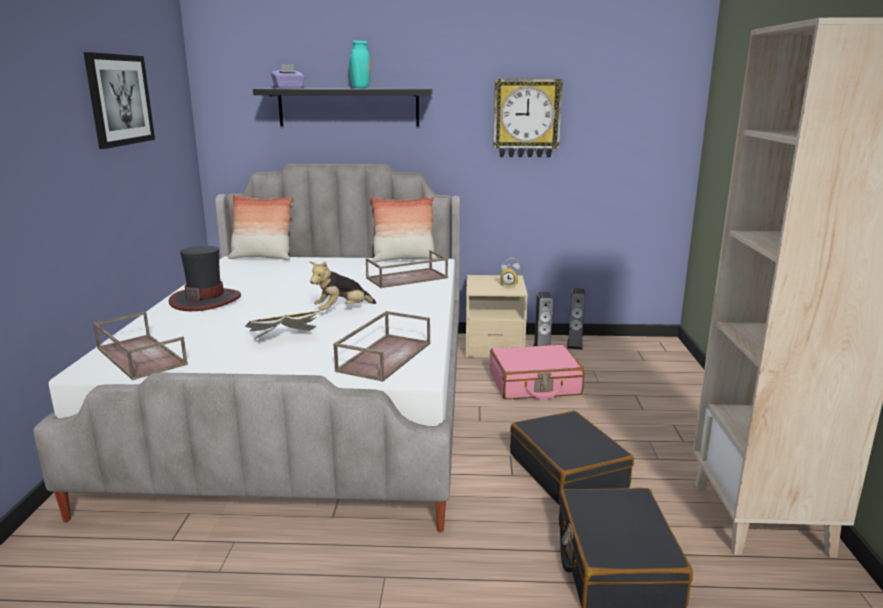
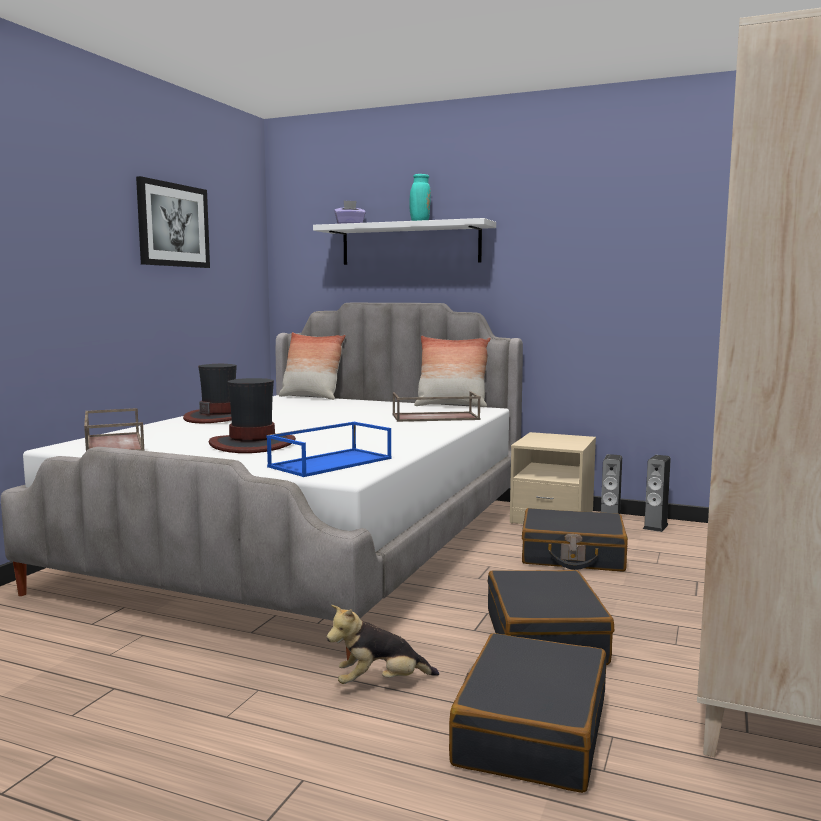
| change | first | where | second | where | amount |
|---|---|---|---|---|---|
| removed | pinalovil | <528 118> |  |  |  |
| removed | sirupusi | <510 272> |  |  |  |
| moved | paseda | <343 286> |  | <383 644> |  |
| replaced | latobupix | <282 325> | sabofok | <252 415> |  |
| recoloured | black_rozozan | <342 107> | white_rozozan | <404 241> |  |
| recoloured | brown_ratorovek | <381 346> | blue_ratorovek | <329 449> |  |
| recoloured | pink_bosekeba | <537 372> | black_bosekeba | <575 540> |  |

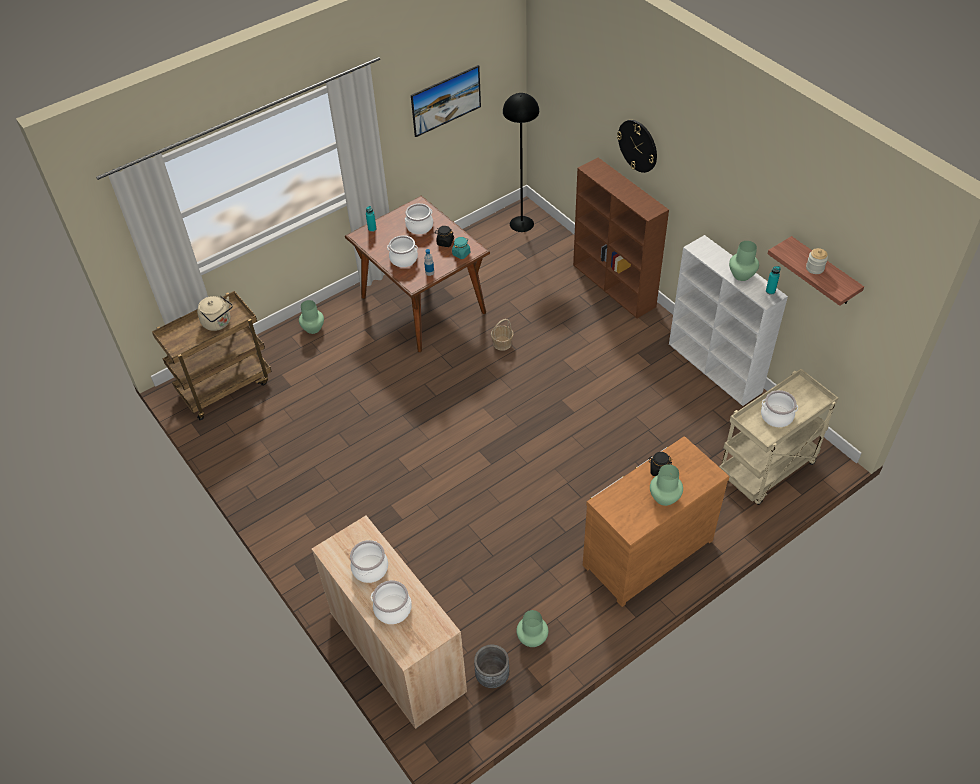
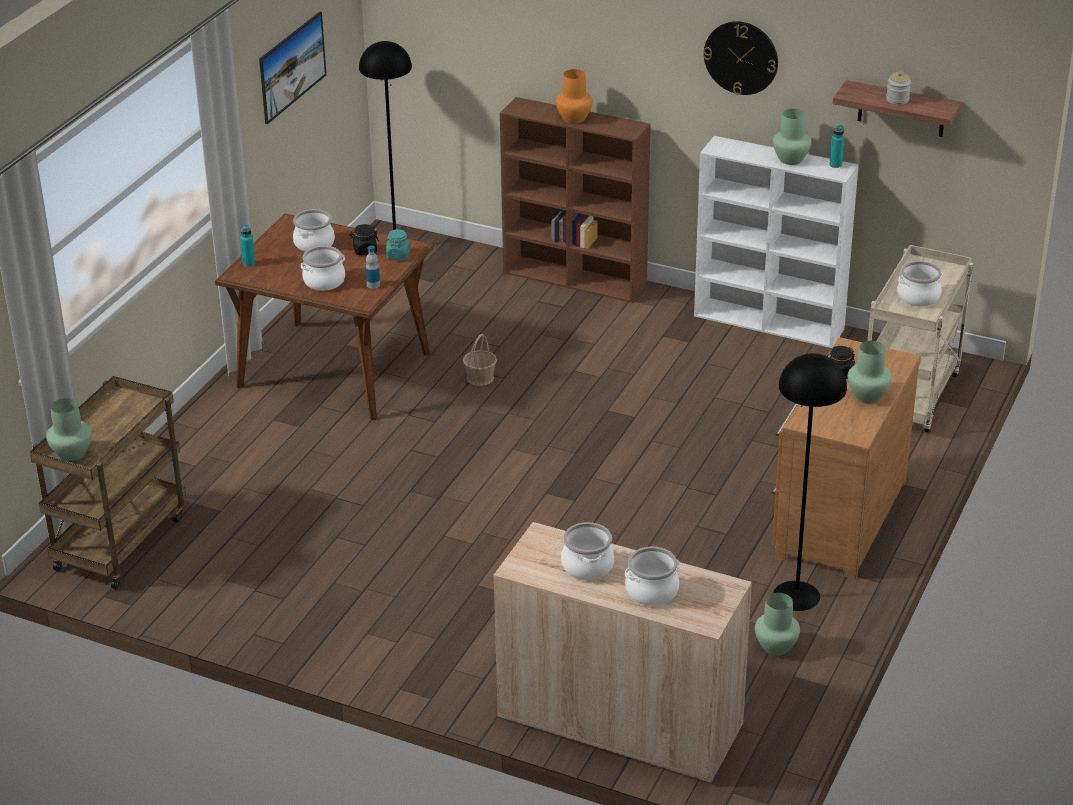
| change | first | where | second | where | amount |
|---|---|---|---|---|---|
| removed | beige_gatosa | <215 313> |  |  |  |
| removed | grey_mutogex | <491 666> |  |  |  |
| added |  |  | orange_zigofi | <574 96> |  |
| added |  |  | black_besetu | <810 482> |  |
| moved | green_zigofi | <311 317> |  | <69 430> |  |
| moved | pinalovil | <637 146> |  | <740 58> |  |

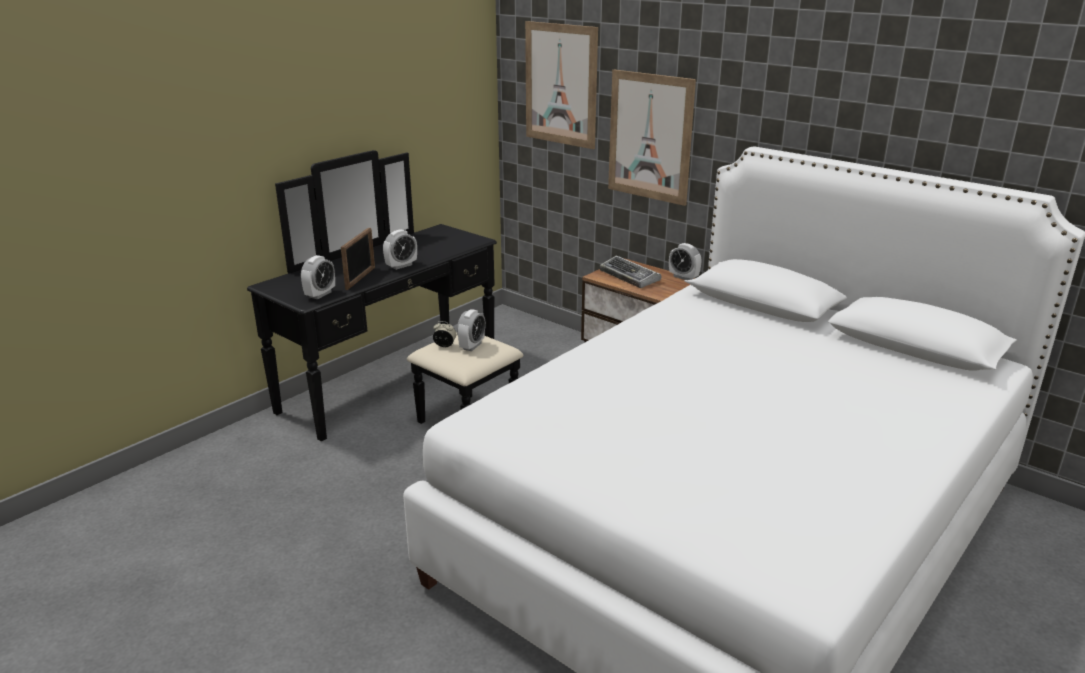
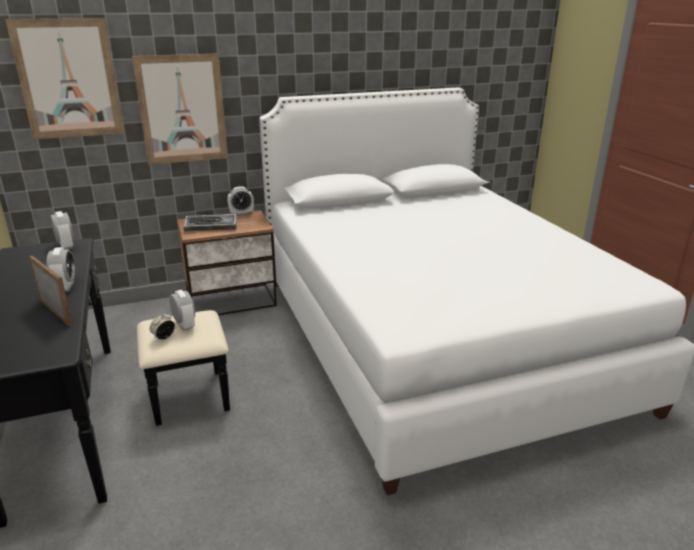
| change | first | where | second | where | amount |
|---|---|---|---|---|---|
| moved | sirupusi | <318 277> |  | <62 230> |  |

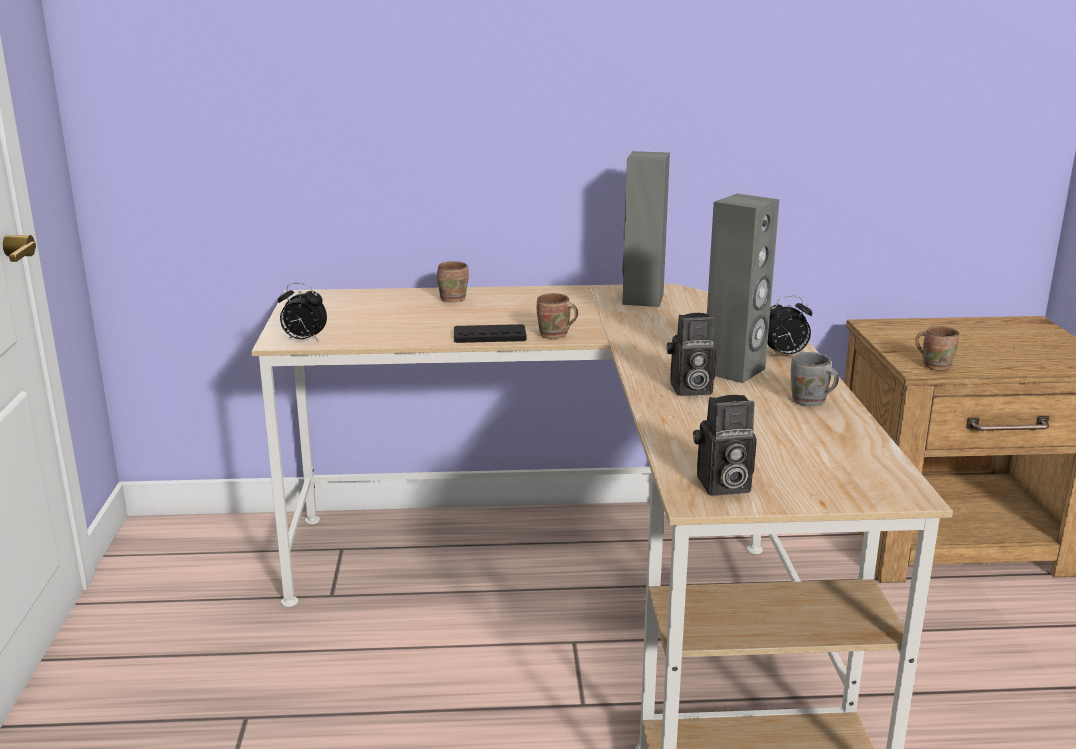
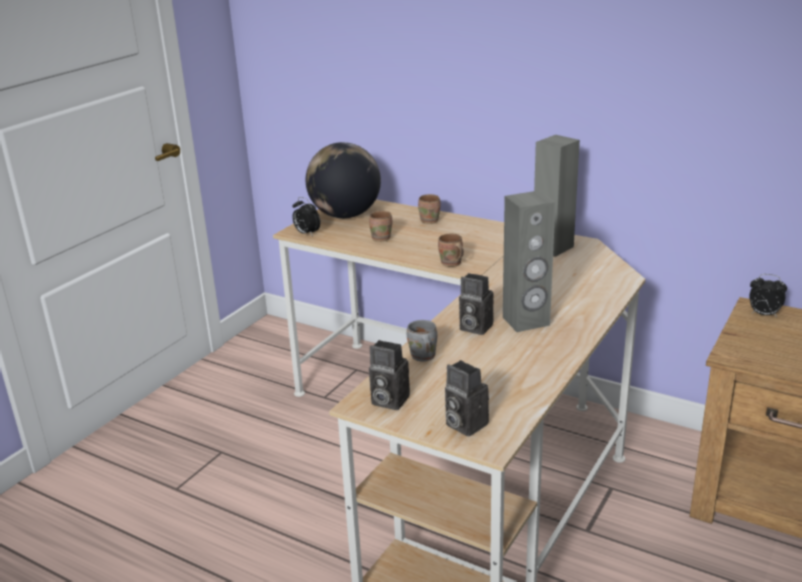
| change | first | where | second | where | amount |
|---|---|---|---|---|---|
| removed | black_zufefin | <490 333> |  |  |  |
| added |  |  | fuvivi | <343 180> |  |
| added |  |  | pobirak | <467 398> |  |
| moved | sirupusi | <789 326> |  | <768 295> |  |
| moved | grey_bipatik | <815 379> |  | <422 340> |  |
| moved | brown_bipatik | <937 348> |  | <380 226> |  |

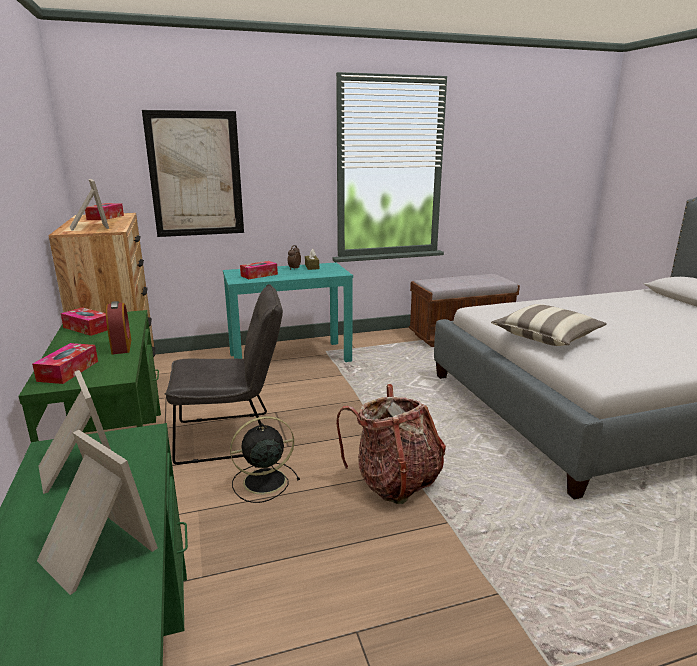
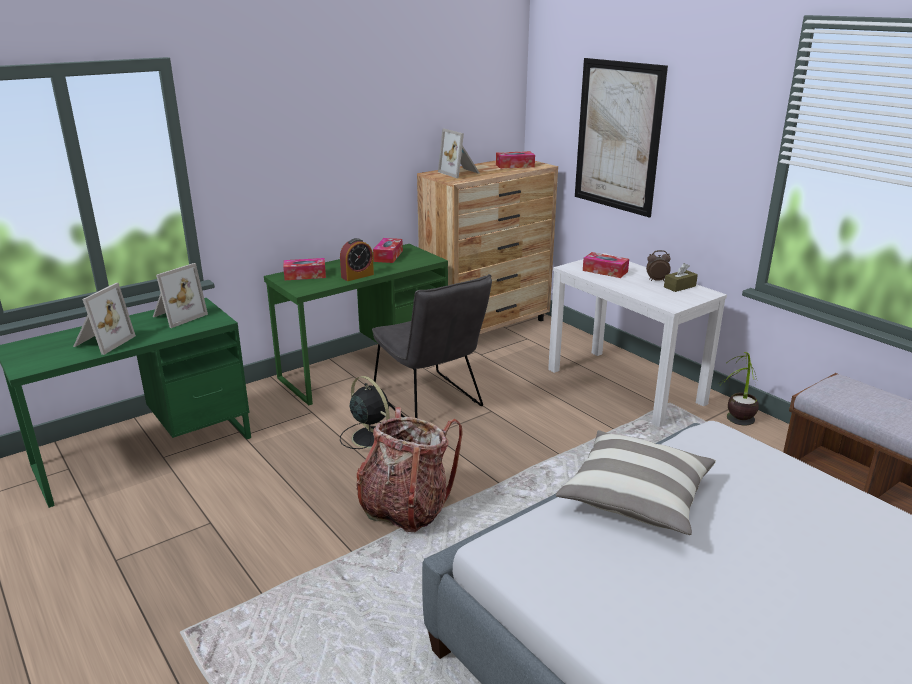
| change | first | where | second | where | amount |
|---|---|---|---|---|---|
| added |  |  | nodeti | <740 389> |  |
| recoloured | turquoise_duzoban | <288 312> | white_duzoban | <637 340> |  |
| turned | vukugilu | <89 205> |  | <459 153> | 105 degrees clockwise |

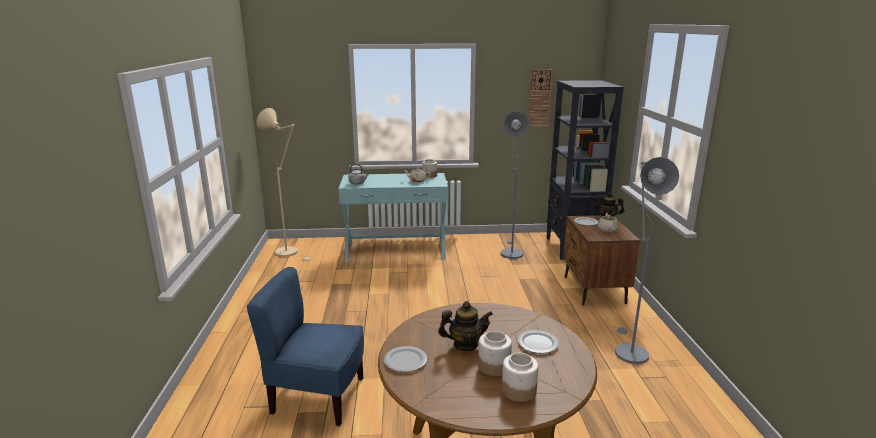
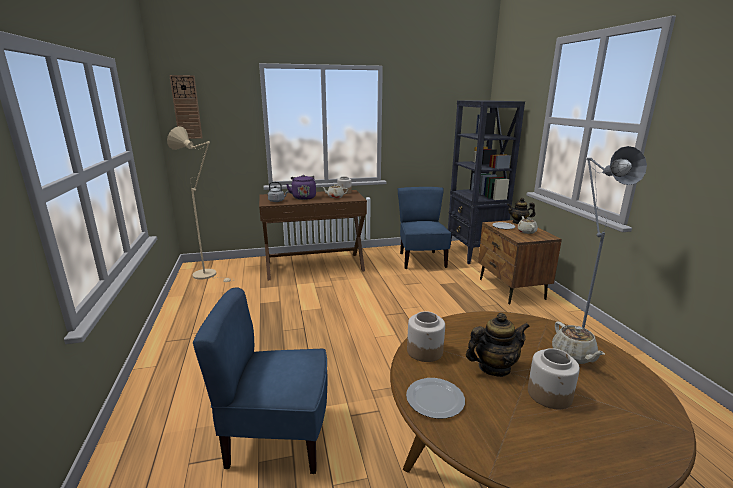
| change | first | where | second | where | amount |
|---|---|---|---|---|---|
| added |  |  | purple_gatosa | <301 187> |  |
| moved | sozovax | <520 377> |  | <426 336> |  |
| moved | pinalovil | <540 98> |  | <186 107> |  |
| replaced | grey_besetu | <515 185> | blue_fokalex | <424 228> |  |
| replaced | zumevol | <538 342> | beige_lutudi | <578 343> |  |
| recoloured | turquoise_duzoban | <393 217> | brown_duzoban | <313 235> |  |

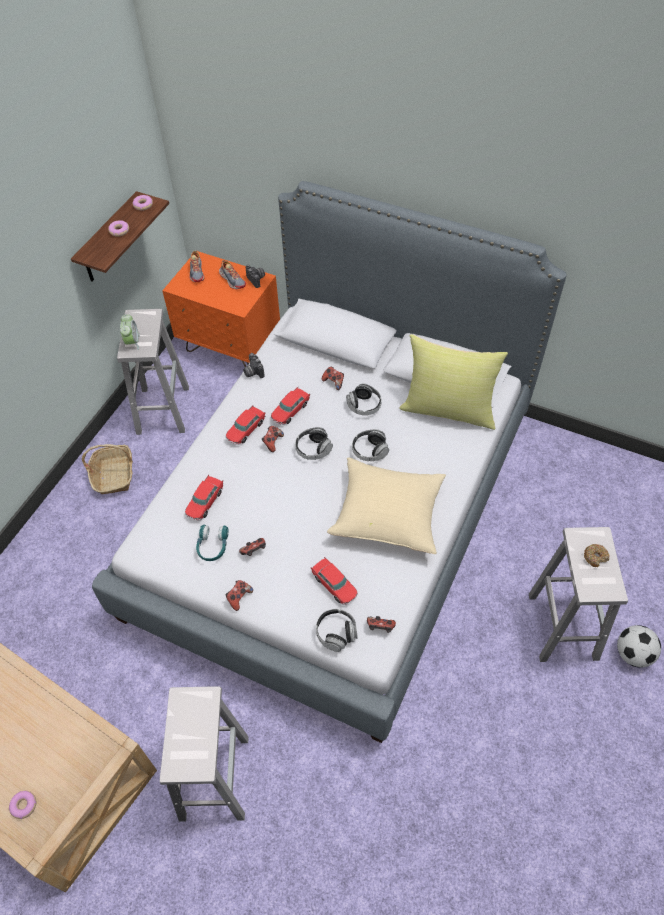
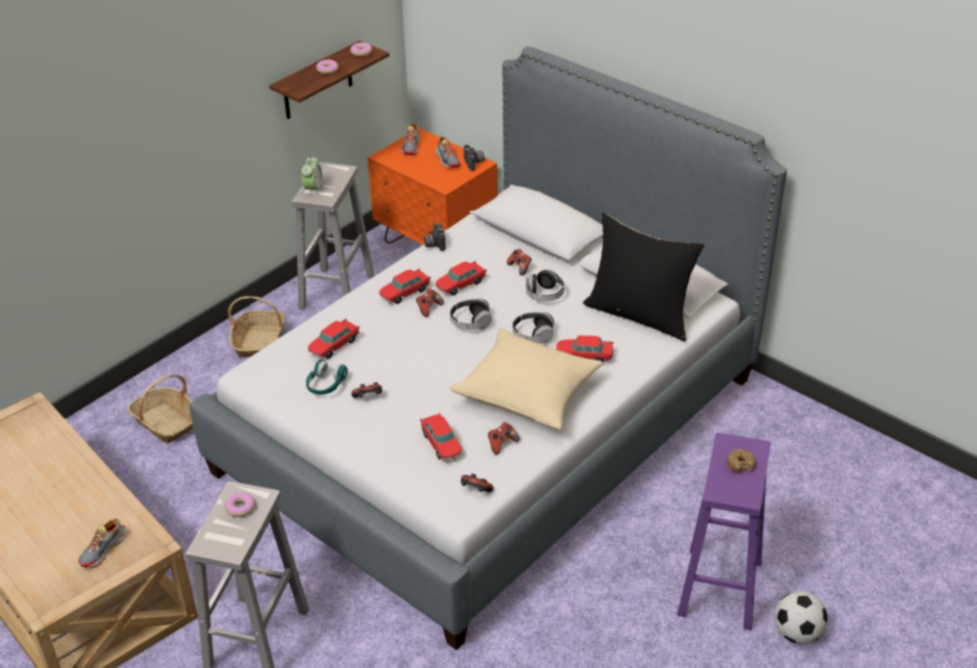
| change | first | where | second | where | amount |
|---|---|---|---|---|---|
| removed | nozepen | <336 630> |  |  |  |
| added |  |  | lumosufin | <102 543> |  |
| added |  |  | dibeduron | <160 408> |  |
| added |  |  | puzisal | <585 349> |  |
| moved | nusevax | <22 805> |  | <240 505> |  |
| moved | zufefin | <239 595> |  | <503 438> |  |
| recoloured | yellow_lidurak | <453 382> | black_lidurak | <643 276> |  |
| recoloured | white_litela | <578 594> | purple_litela | <724 531> |  |

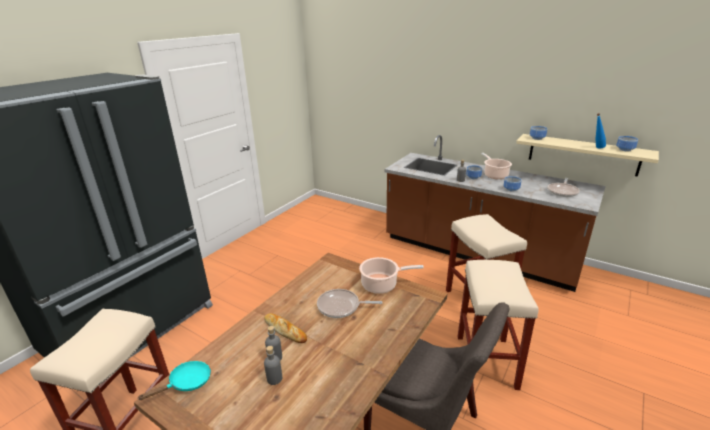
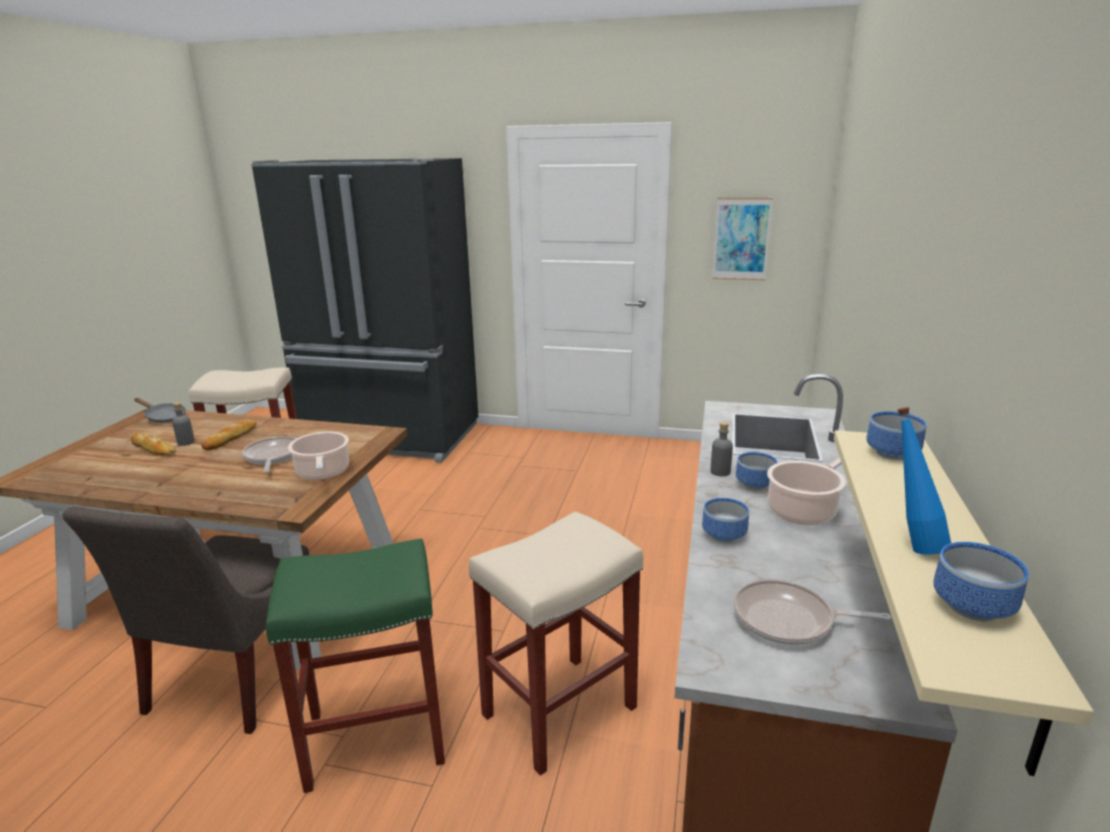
| change | first | where | second | where | amount |
|---|---|---|---|---|---|
| added |  |  | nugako | <742 239> |  |
| replaced | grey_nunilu | <273 365> | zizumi | <153 444> |  |
| recoloured | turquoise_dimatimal | <174 380> | grey_dimatimal | <160 410> |  |
| recoloured | beige_litela | <497 325> | green_litela | <355 666> |  |

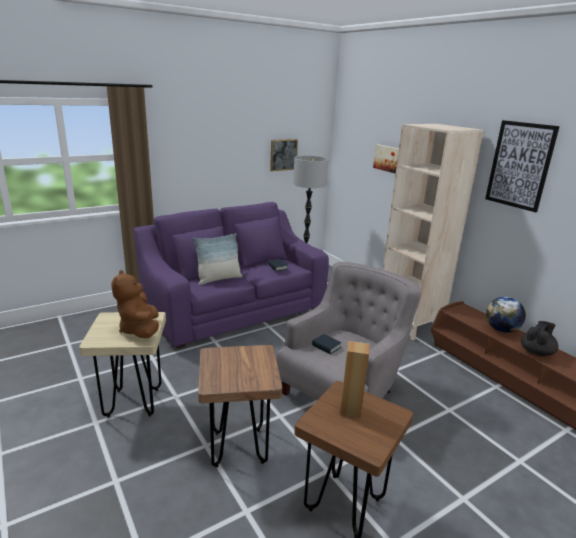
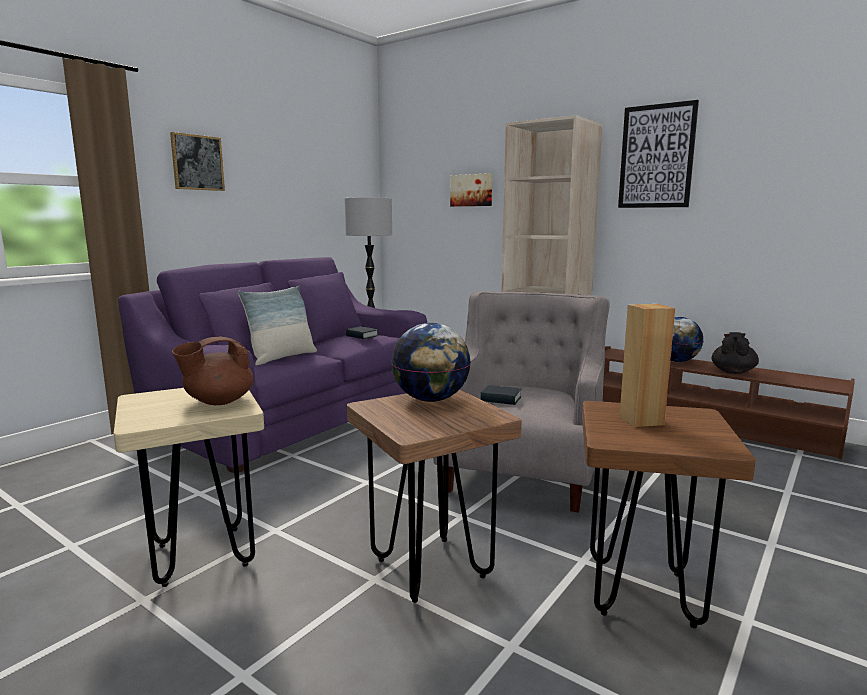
| change | first | where | second | where | amount |
|---|---|---|---|---|---|
| added |  |  | fuvivi | <431 362> |  |
| moved | nugako | <284 155> |  | <197 161> |  |
| replaced | brown_paseda | <135 304> | brown_lutudi | <213 370> |  |

